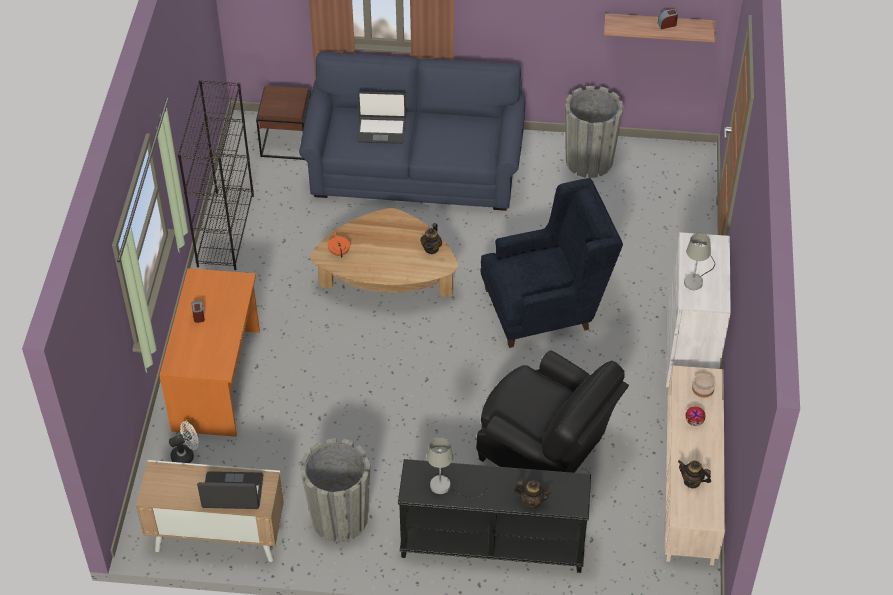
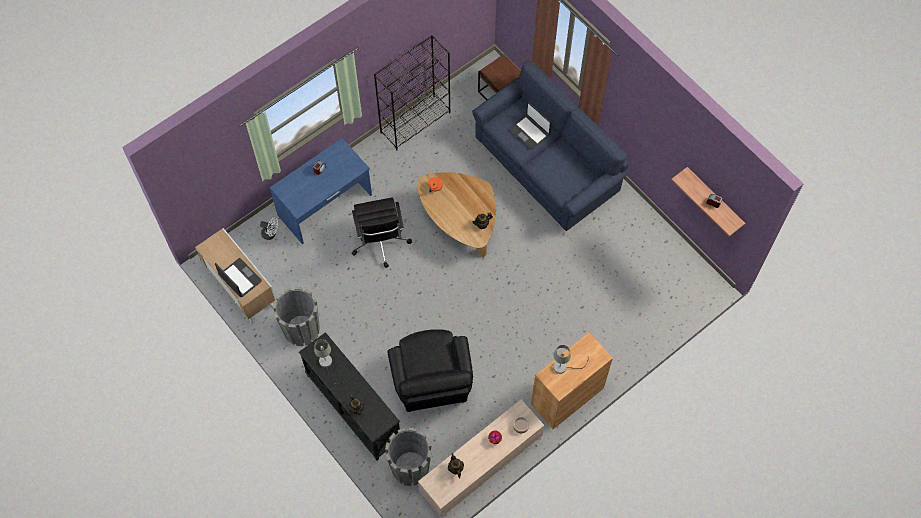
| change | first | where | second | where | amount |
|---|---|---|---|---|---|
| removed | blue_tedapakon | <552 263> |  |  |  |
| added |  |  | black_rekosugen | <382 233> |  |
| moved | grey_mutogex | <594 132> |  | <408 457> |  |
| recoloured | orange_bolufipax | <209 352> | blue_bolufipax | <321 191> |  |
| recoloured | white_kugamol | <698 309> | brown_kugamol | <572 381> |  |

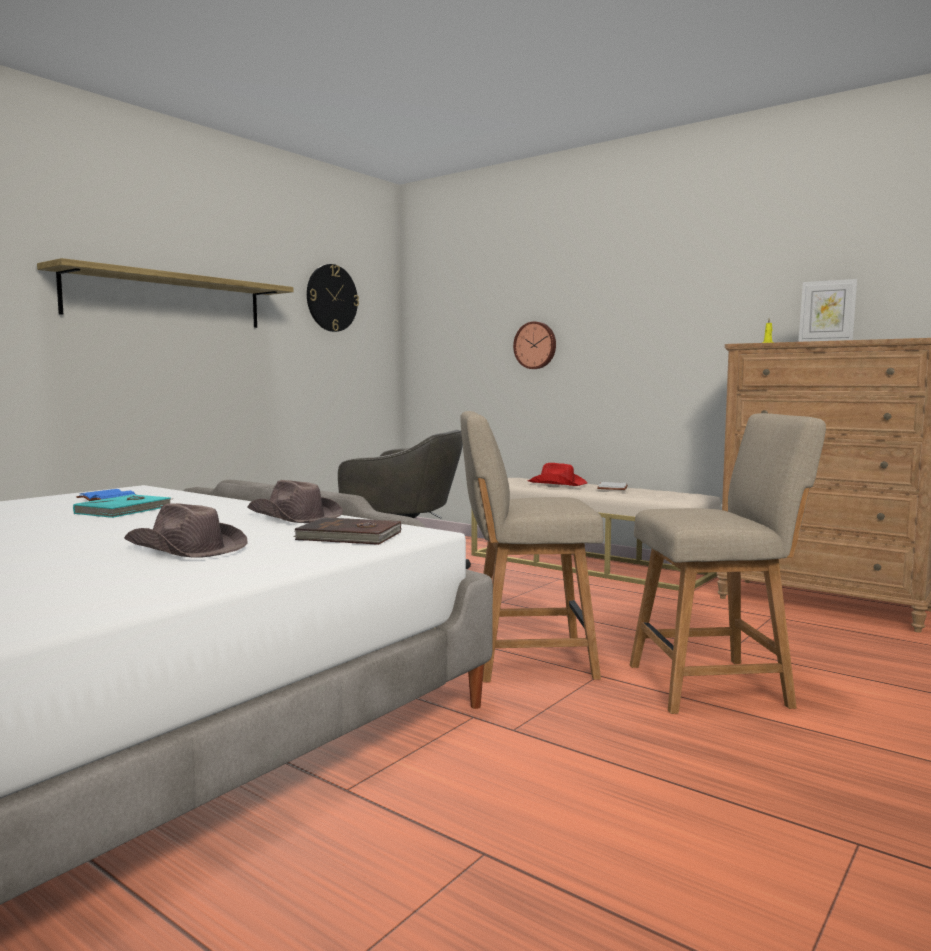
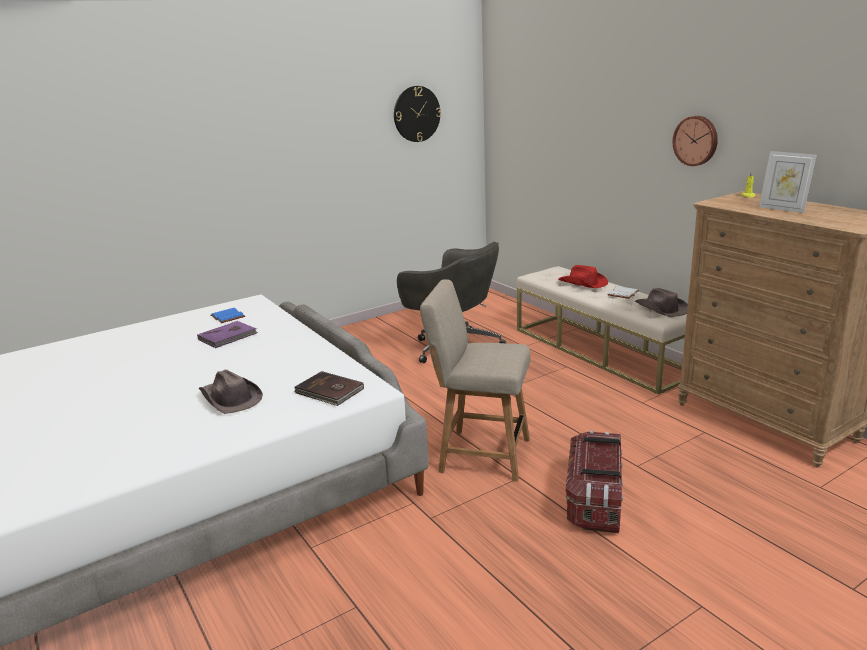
| change | first | where | second | where | amount |
|---|---|---|---|---|---|
| removed | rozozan | <165 293> |  |  |  |
| moved | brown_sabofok | <295 501> |  | <661 302> |  |
| moved | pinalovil | <534 345> |  | <695 141> |  |
| replaced | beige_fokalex | <728 563> | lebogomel | <594 482> |  |
| recoloured | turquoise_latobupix | <122 506> | purple_latobupix | <227 334> |  |

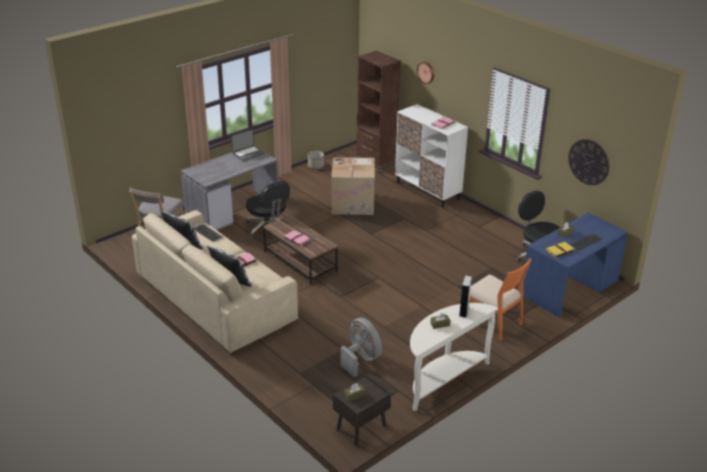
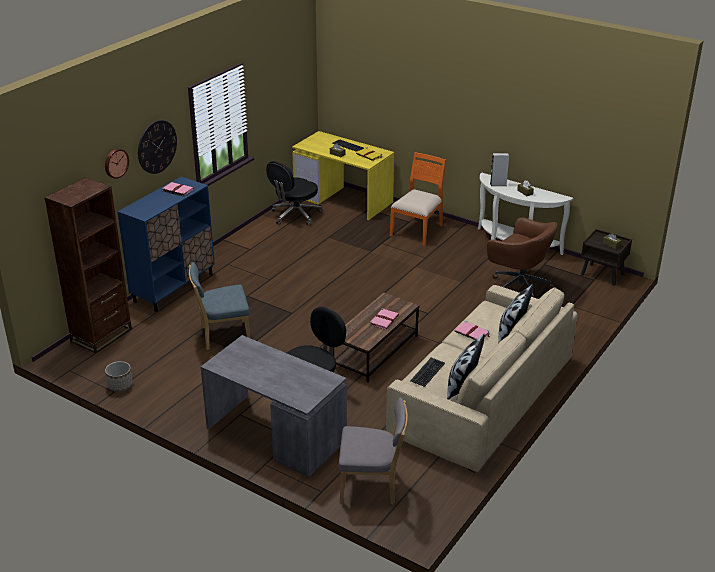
| change | first | where | second | where | amount |
|---|---|---|---|---|---|
| removed | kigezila | <247 145> |  |  |  |
| moved | pinalovil | <588 162> |  | <157 147> |  |
| replaced | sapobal | <353 186> | blue_fokalex | <219 306> |  |
| replaced | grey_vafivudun | <361 347> | brown_rekosugen | <522 257> |  |
| recoloured | white_kugamol | <431 155> | blue_kugamol | <166 244> |  |
| recoloured | blue_bolufipax | <575 265> | yellow_bolufipax | <343 175> |  |

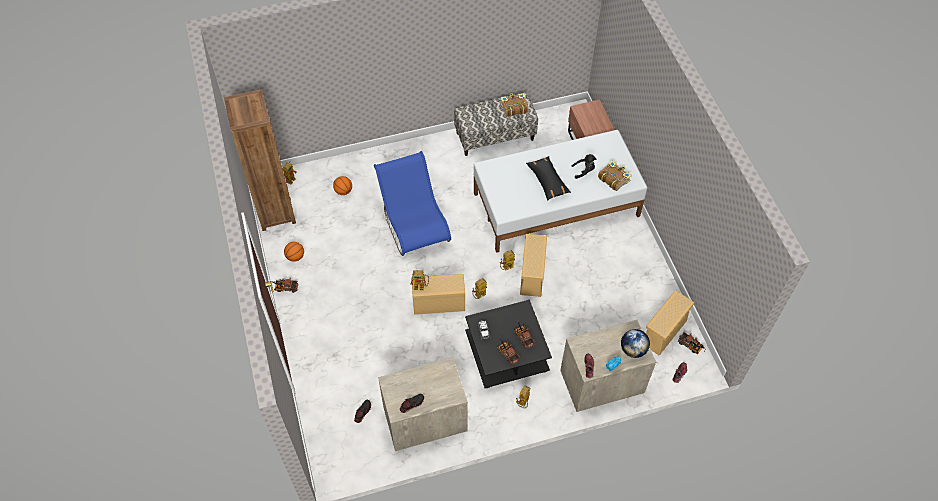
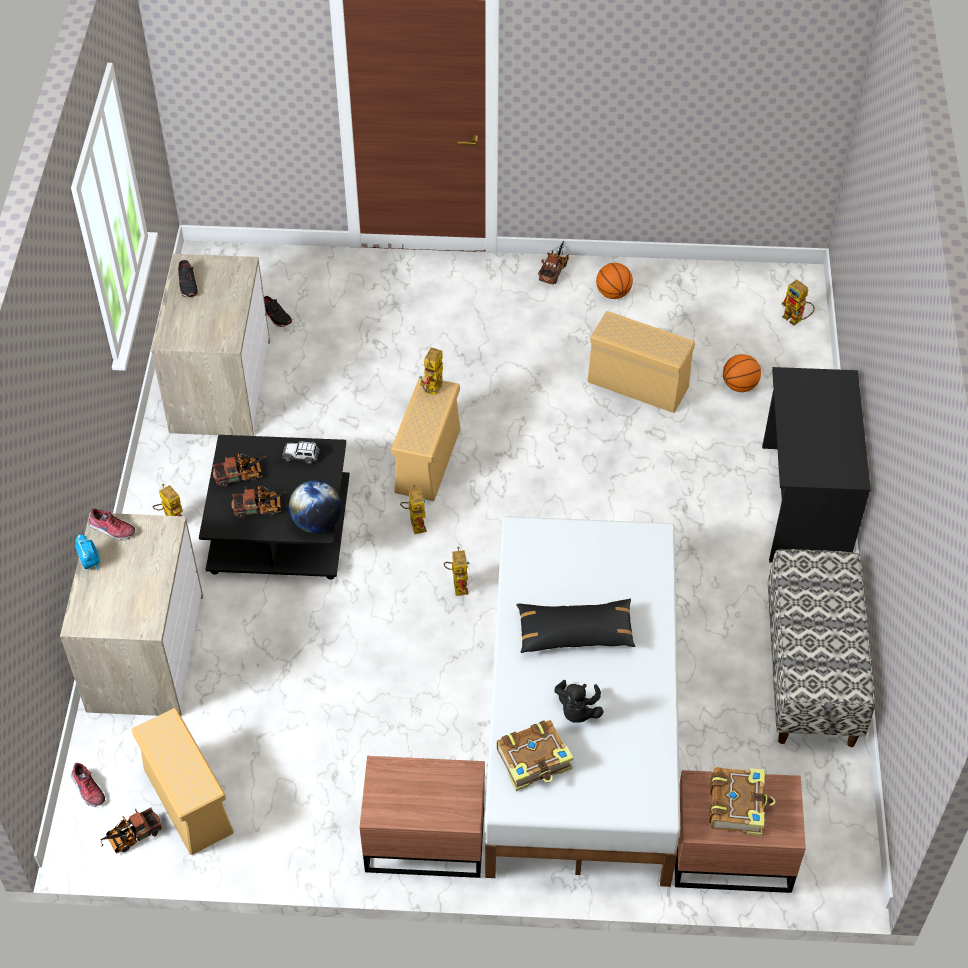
| change | first | where | second | where | amount |
|---|---|---|---|---|---|
| removed | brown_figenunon | <260 160> |  |  |  |
| removed | blue_fokalex | <412 203> |  |  |  |
| added |  |  | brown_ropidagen | <422 817> |  |
| added |  |  | black_bolufipax | <816 465> |  |
| moved | latobupix | <514 105> |  | <742 801> |  |
| moved | beige_lebogomel | <533 265> |  | <641 362> |  |
| moved | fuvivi | <635 343> |  | <315 506> |  |

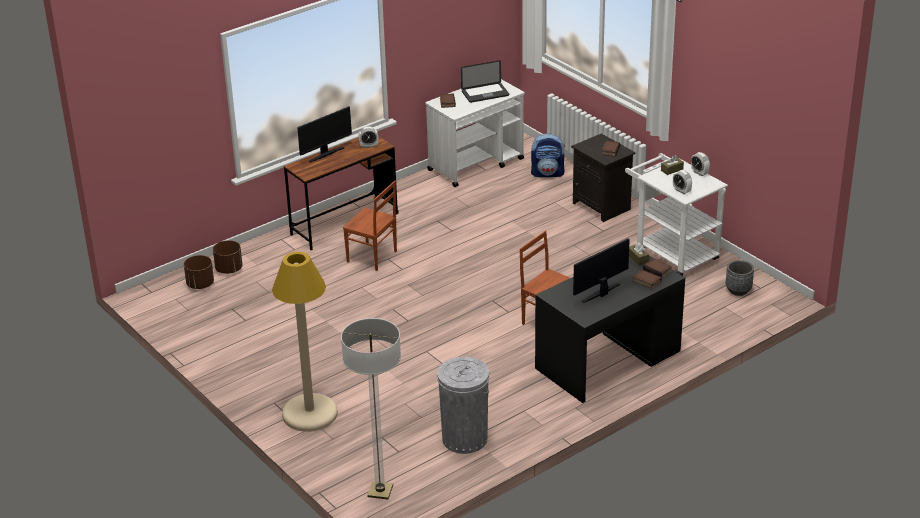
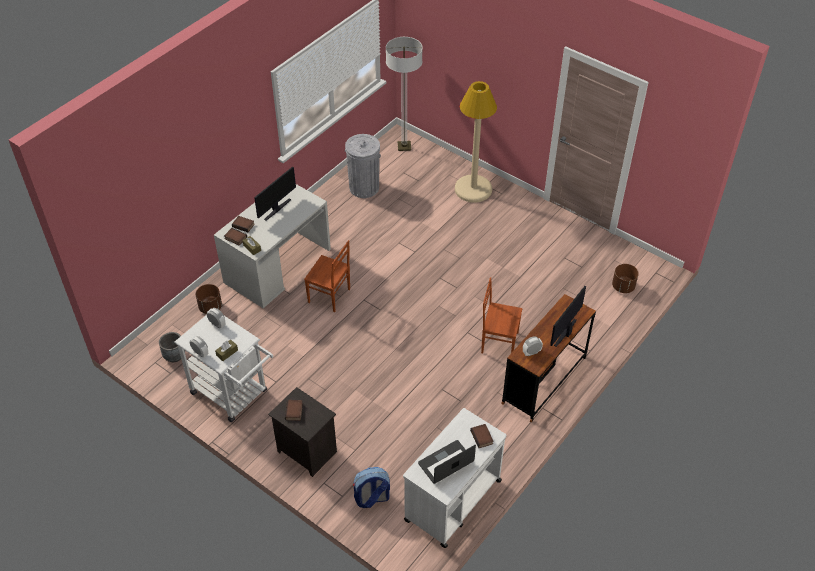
| change | first | where | second | where | amount |
|---|---|---|---|---|---|
| moved | brown_mutogex | <228 257> |  | <209 299> |  |
| recoloured | black_bolufipax | <610 329> | white_bolufipax | <272 246> |  |

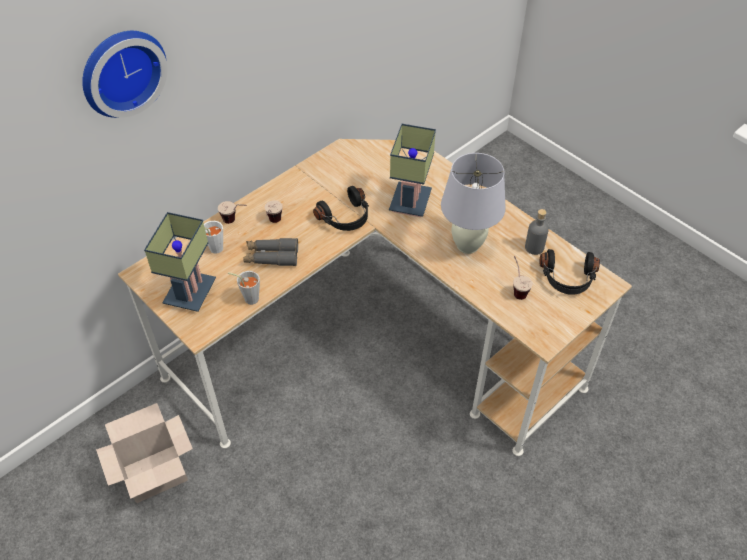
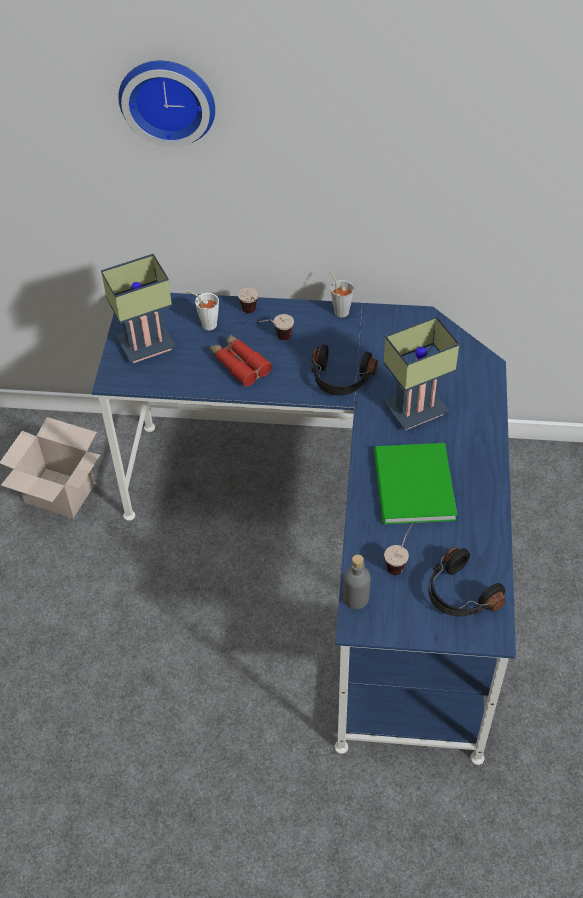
| change | first | where | second | where | amount |
|---|---|---|---|---|---|
| moved | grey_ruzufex | <244 288> |  | <341 294> |  |
| moved | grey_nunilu | <537 232> |  | <356 582> |  |
| replaced | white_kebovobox | <473 203> | green_latobupix | <415 483> |  |
| recoloured | beige_bolufipax | <375 297> | blue_bolufipax | <304 529> |  |
| recoloured | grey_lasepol | <270 252> | red_lasepol | <241 360> |  |

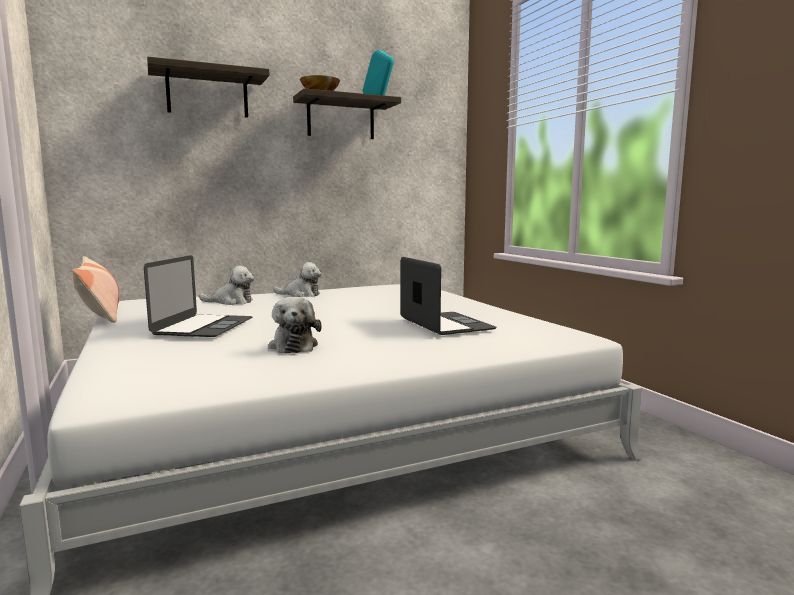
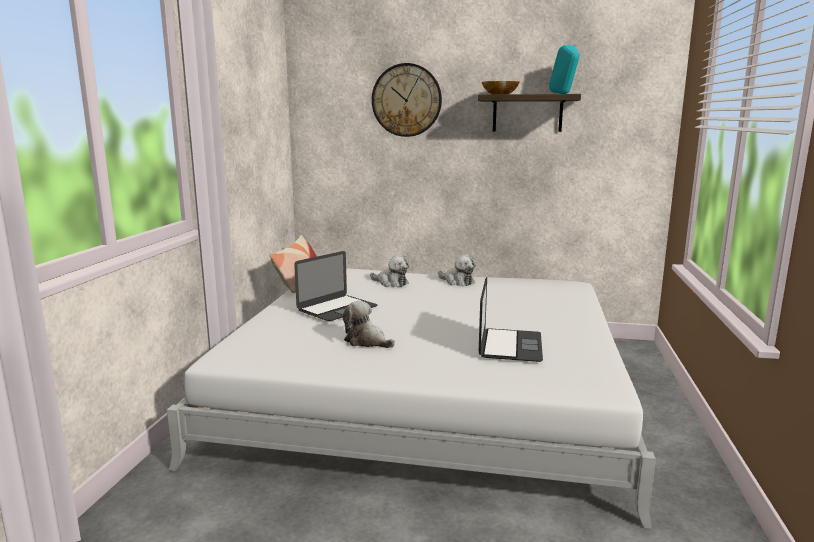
| change | first | where | second | where | amount |
|---|---|---|---|---|---|
| replaced | rozozan | <208 87> | pinalovil | <407 100> |  |
| turned | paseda | <295 325> |  | <368 324> | 105 degrees clockwise |

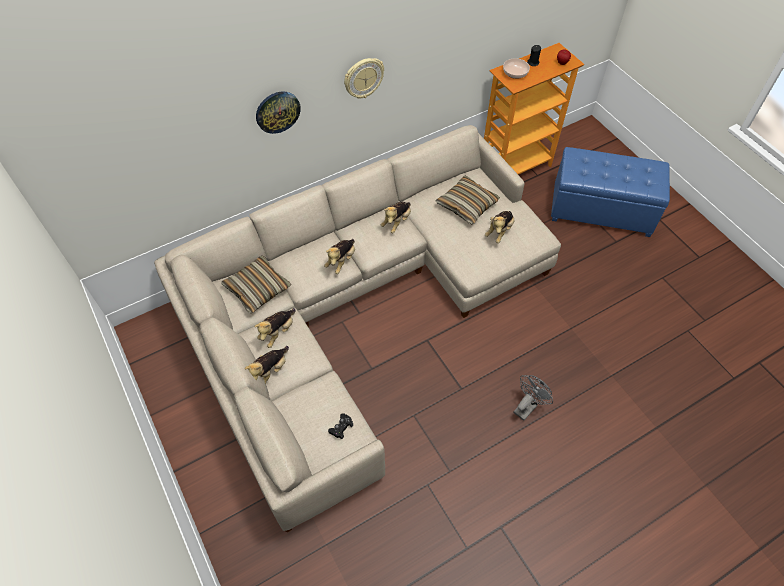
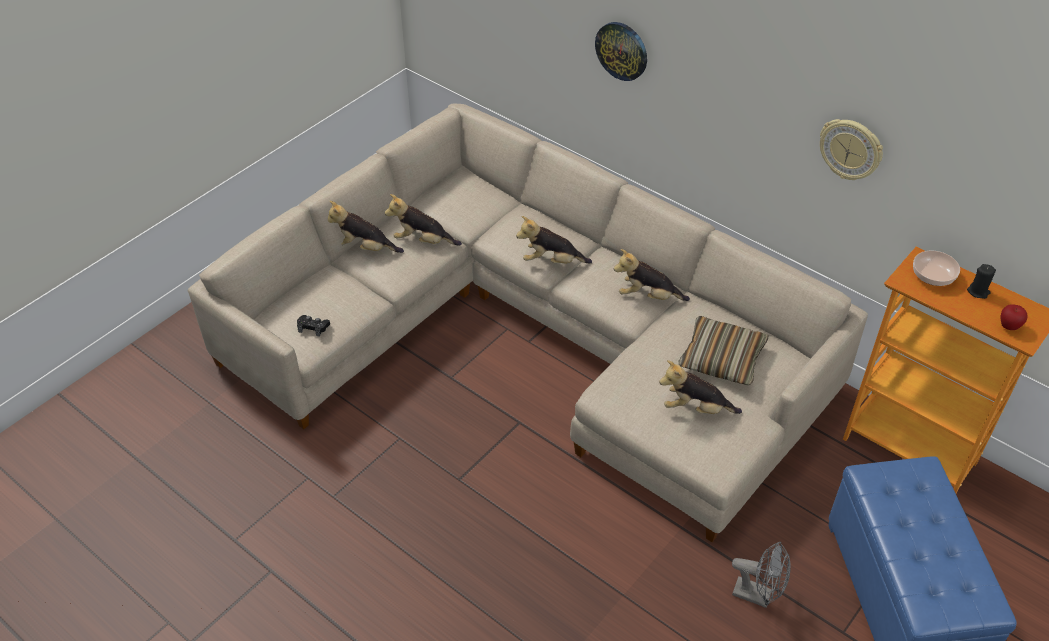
| change | first | where | second | where | amount |
|---|---|---|---|---|---|
| removed | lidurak | <256 284> |  |  |  |
| moved | pinalovil | <364 78> |  | <851 149> |  |
| moved | grey_vafivudun | <533 398> |  | <761 575> |  |

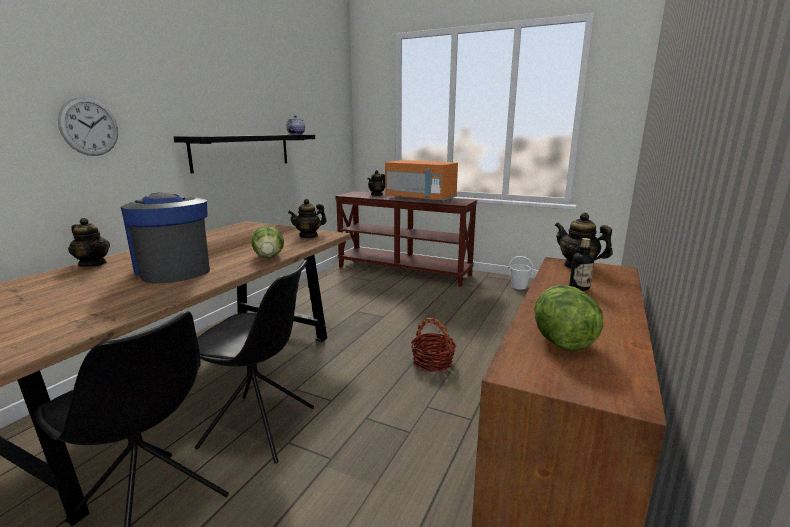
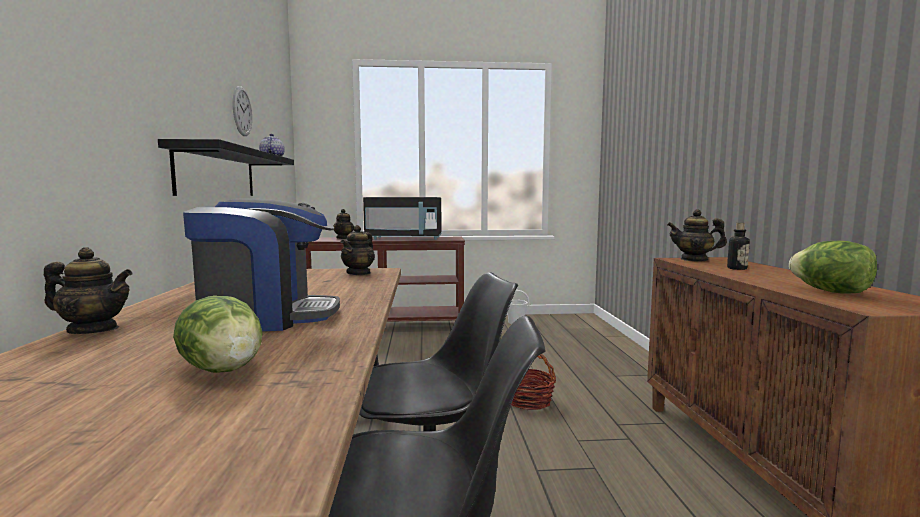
| change | first | where | second | where | amount |
|---|---|---|---|---|---|
| moved | pinalovil | <88 126> |  | <242 111> |  |
| moved | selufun | <268 242> |  | <218 334> |  |
| recoloured | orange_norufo | <421 181> | black_norufo | <402 218> |  |
| turned | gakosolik | <165 238> |  | <261 264> | 150 degrees clockwise |

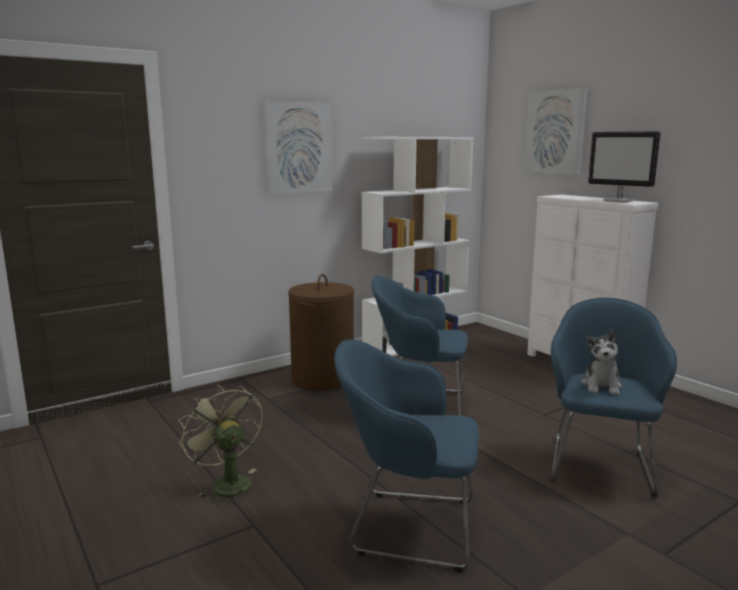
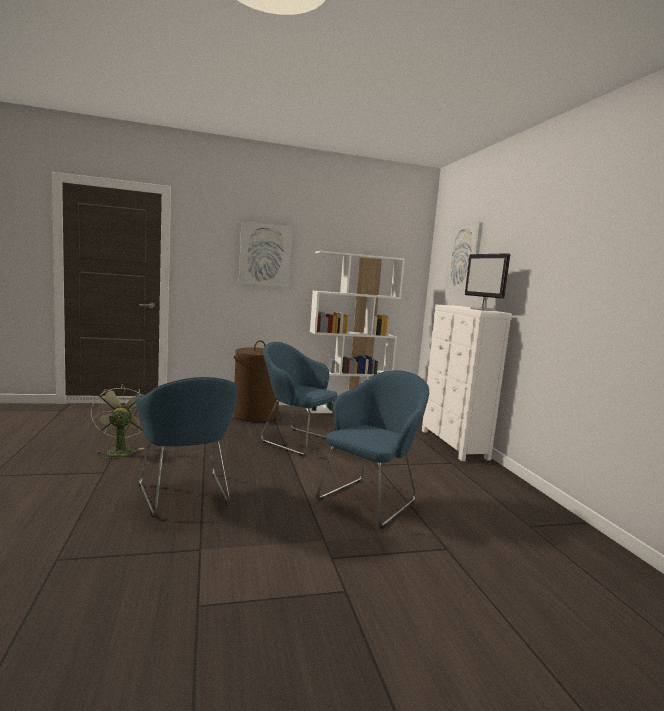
| change | first | where | second | where | amount |
|---|---|---|---|---|---|
| removed | paseda | <601 362> |  |  |  |
| turned | blue_tedapakon | <406 455> |  | <187 446> | 150 degrees counterclockwise |

